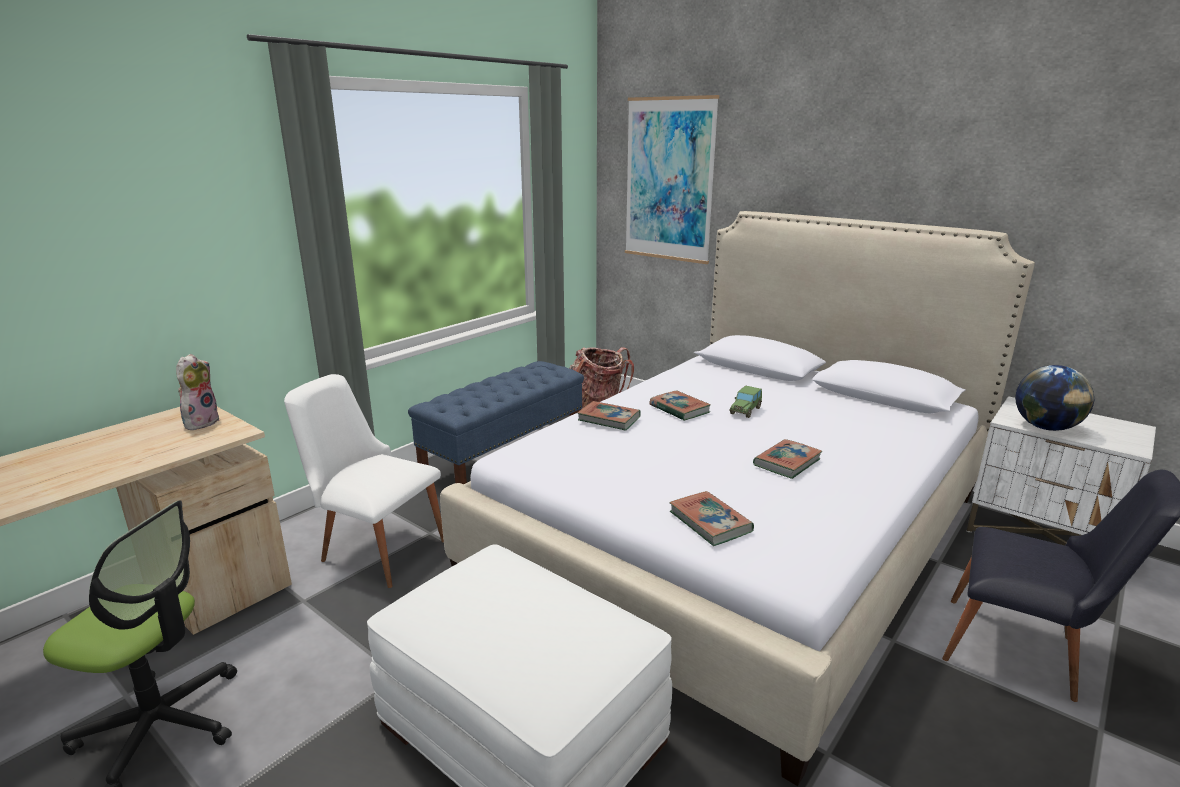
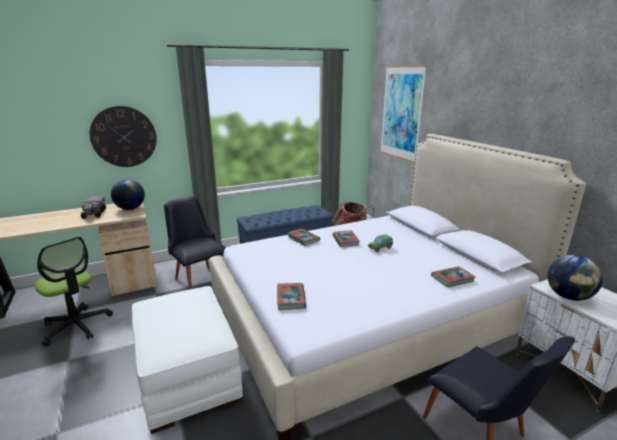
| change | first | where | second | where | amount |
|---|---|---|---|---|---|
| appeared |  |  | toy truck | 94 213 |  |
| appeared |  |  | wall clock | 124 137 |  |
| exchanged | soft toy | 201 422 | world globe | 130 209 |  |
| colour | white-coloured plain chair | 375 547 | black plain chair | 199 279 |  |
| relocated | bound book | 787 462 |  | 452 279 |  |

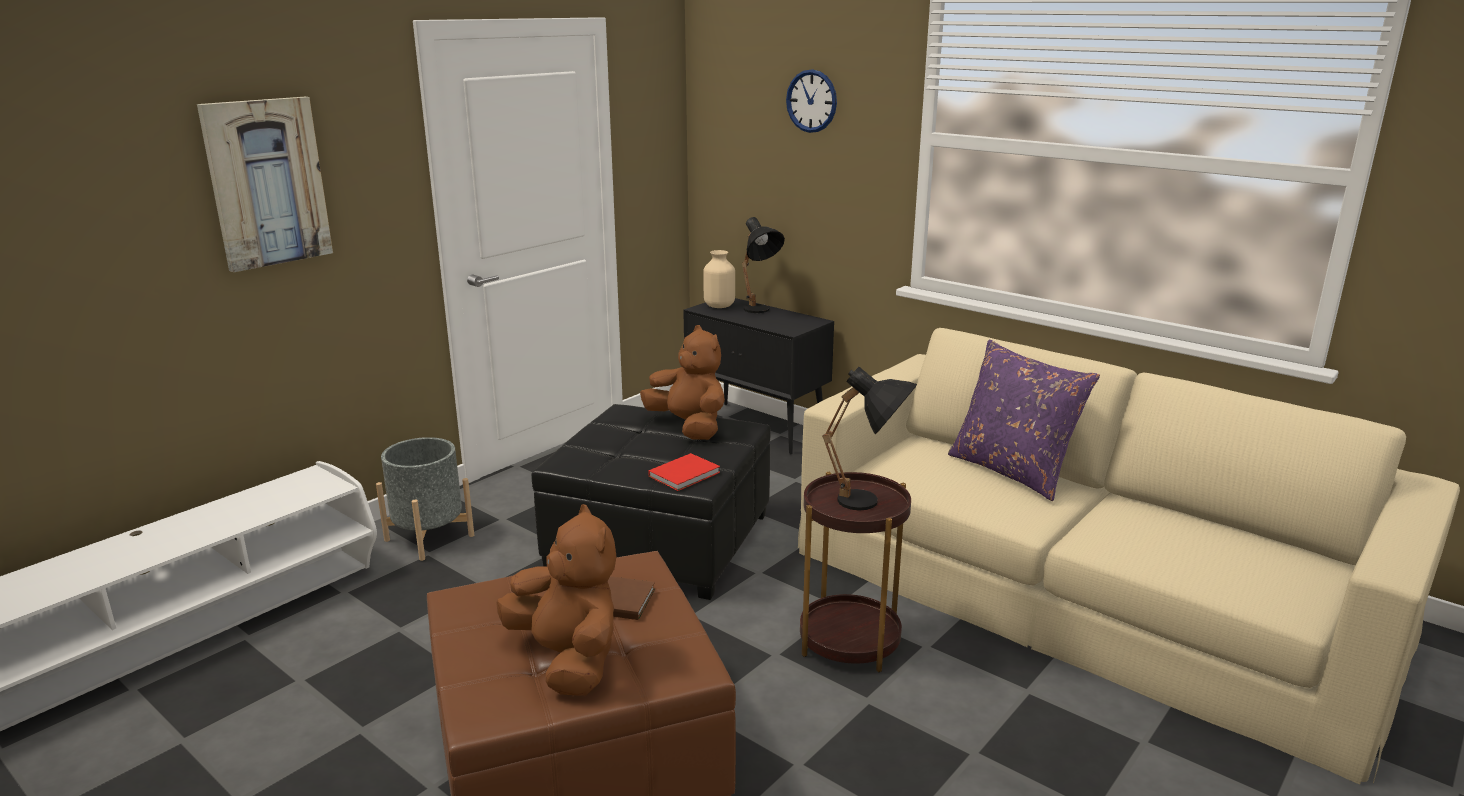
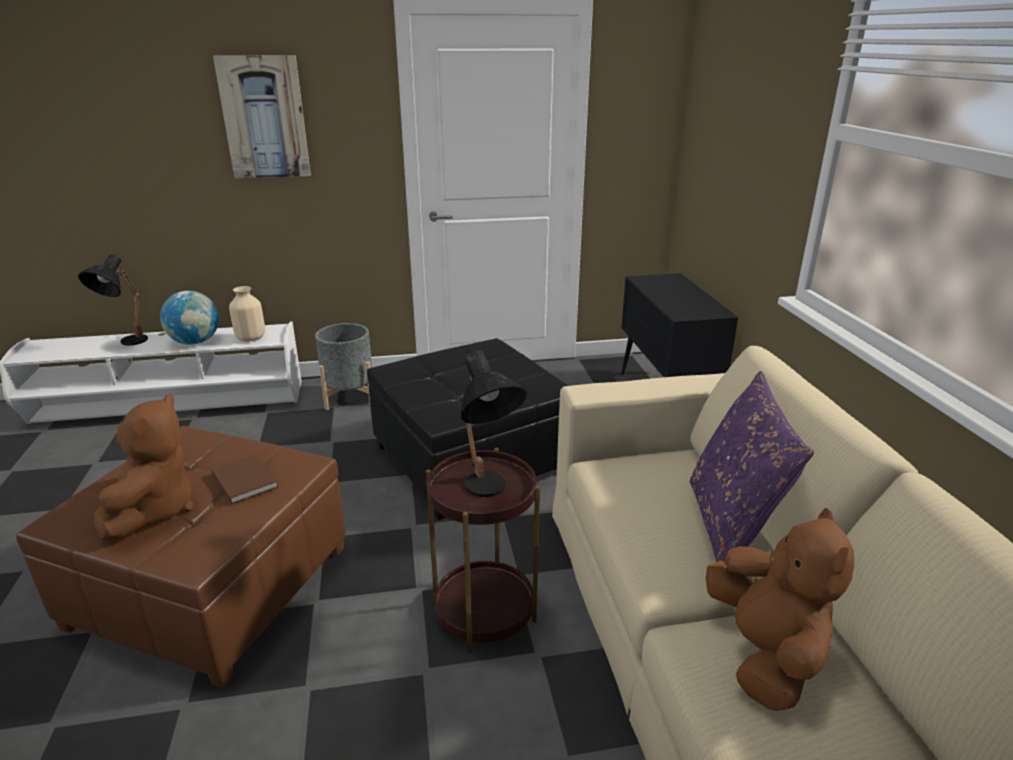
| change | first | where | second | where | amount |
|---|---|---|---|---|---|
| relocated | black table lamp | 759 312 |  | 126 344 |  |
| appeared |  |  | world globe | 195 342 |  |
| relocated | beige-coloured vase | 719 306 |  | 250 338 |  |
| relocated | brown soft toy | 689 427 |  | 764 653 |  |
| missing | red bound book | 686 474 |  |  |  |
| missing | wall clock | 811 101 |  |  |  |

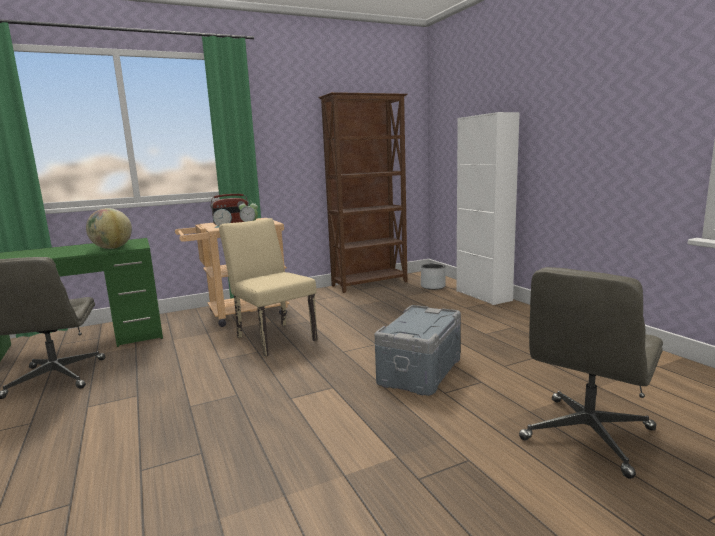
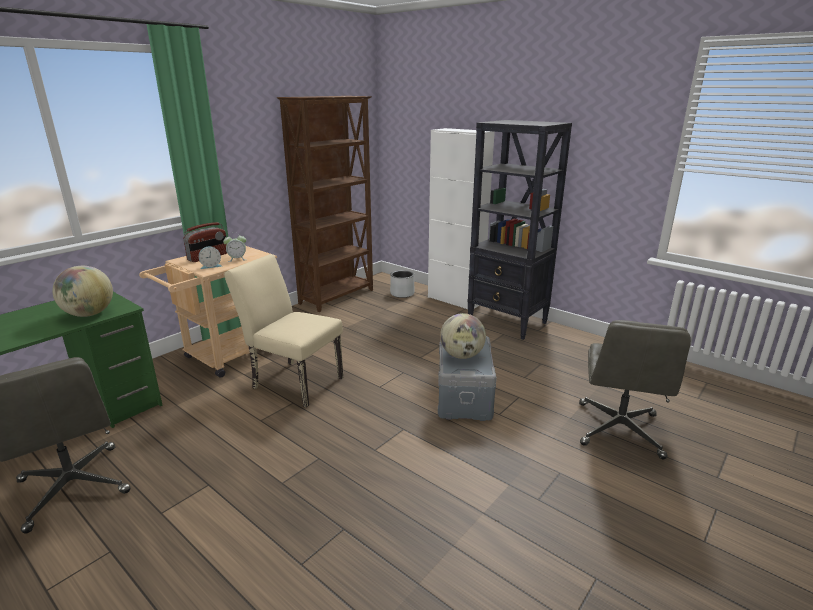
| change | first | where | second | where | amount |
|---|---|---|---|---|---|
| appeared |  |  | world globe | 461 356 |  |
| appeared |  |  | black bookshelf | 507 322 |  |

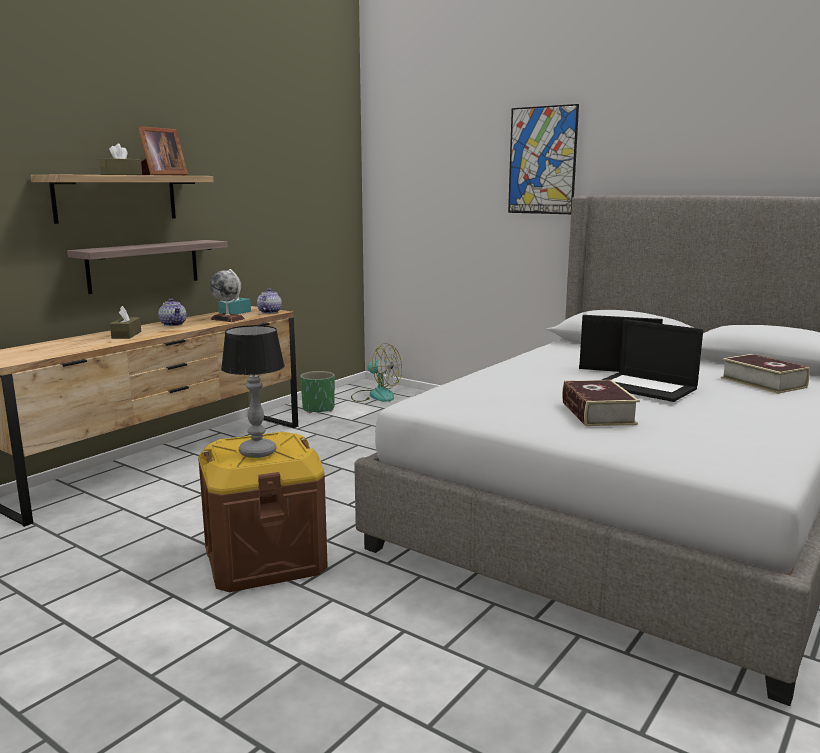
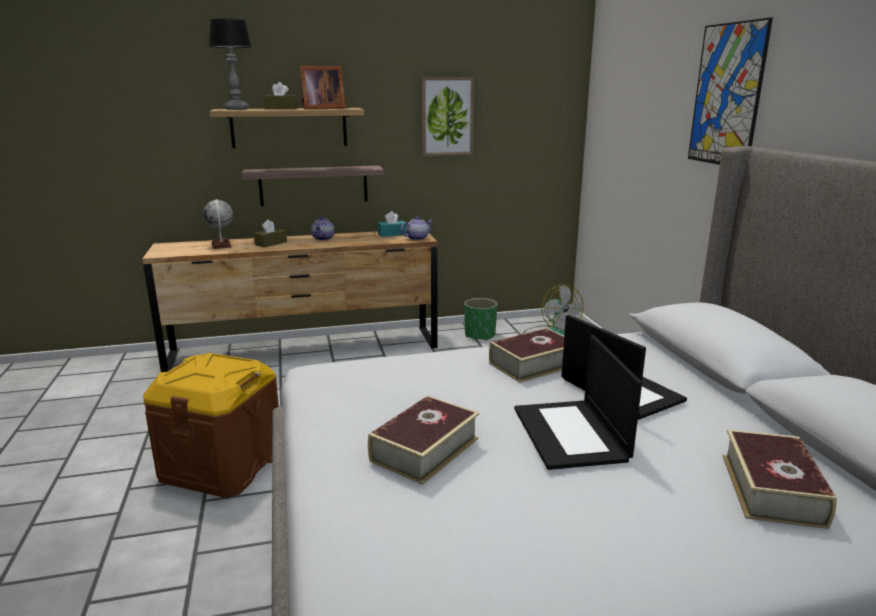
| change | first | where | second | where | amount |
|---|---|---|---|---|---|
| relocated | world globe | 228 319 |  | 221 245 |  |
| relocated | table lamp | 258 452 |  | 237 109 |  |
| appeared |  |  | wall picture | 447 116 |  |
| appeared |  |  | bound book | 533 364 |  |

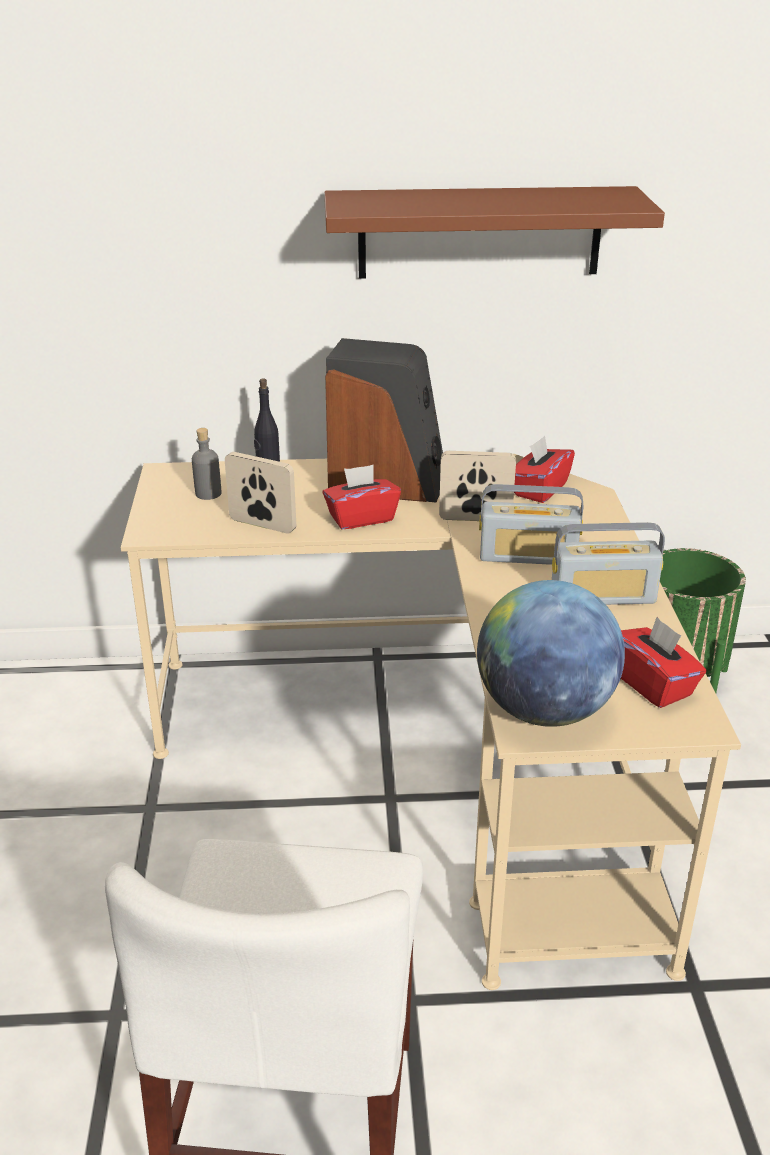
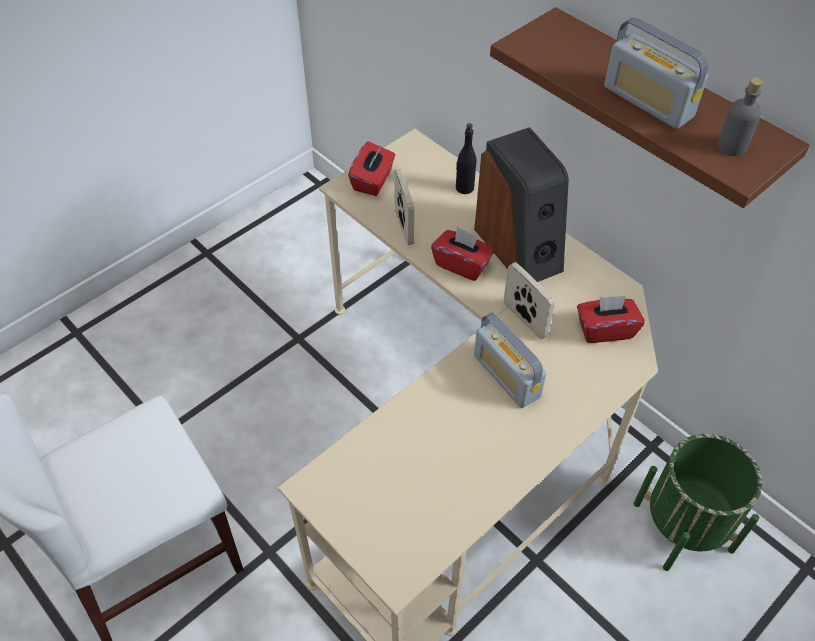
| change | first | where | second | where | amount |
|---|---|---|---|---|---|
| relocated | red tissue holder | 652 684 |  | 373 181 |  |
| relocated | radio receiver | 603 596 |  | 648 102 |  |
| relocated | gray drink bottle | 208 493 |  | 731 146 |  |
| missing | world globe | 544 710 |  |  |  |

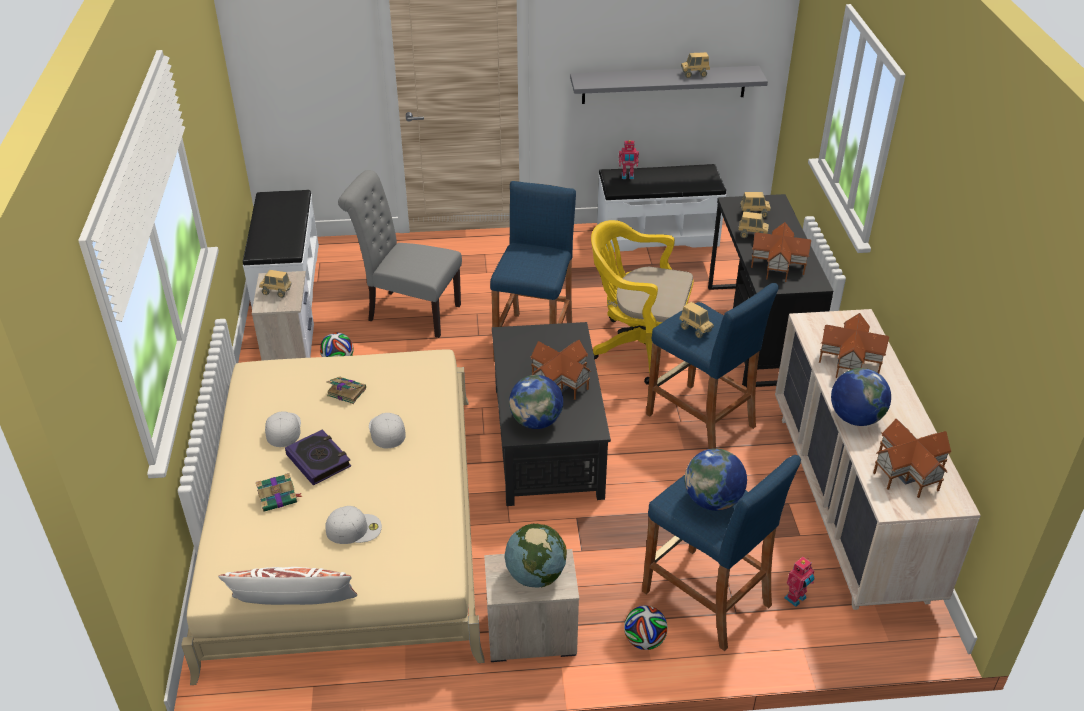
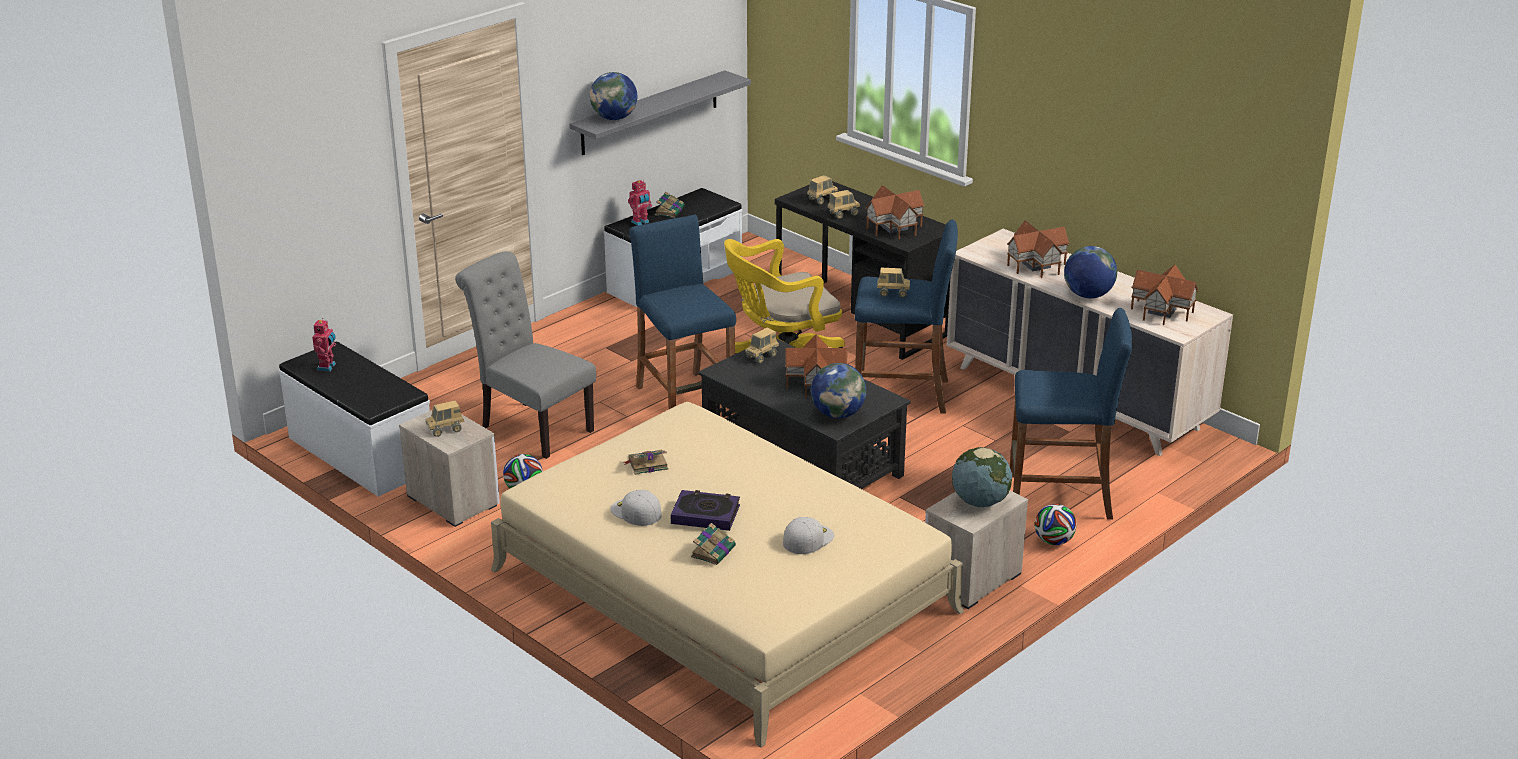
| change | first | where | second | where | amount |
|---|---|---|---|---|---|
| relocated | model robot | 796 598 |  | 327 367 |  |
| spun | gray plain chair | 408 312 |  | 531 427 | 60 degrees clockwise |
| relocated | world globe | 712 500 |  | 614 118 |  |
| appeared |  |  | bound book | 670 211 |  |
| relocated | toy truck | 694 74 |  | 762 357 |  |
| missing | white-coloured cushion | 294 604 |  |  |  |
| missing | white-coloured baseball cap | 386 430 |  |  |  |

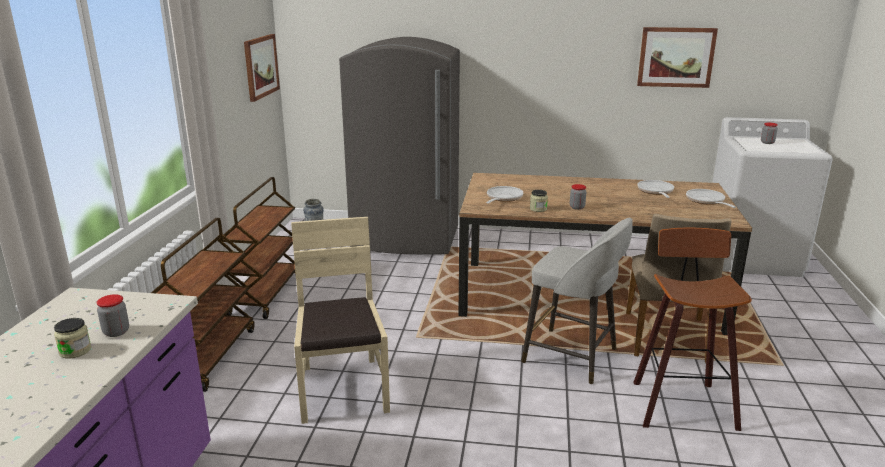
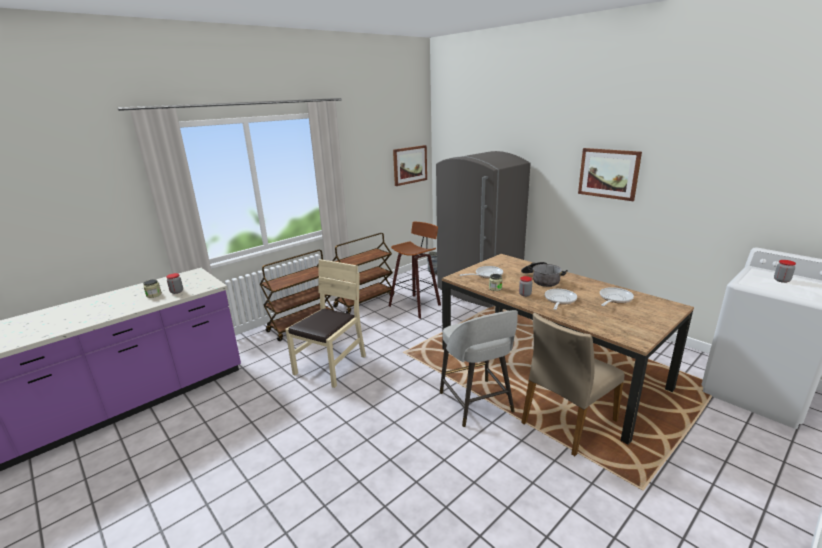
| change | first | where | second | where | amount |
|---|---|---|---|---|---|
| relocated | stool seat | 679 403 |  | 416 305 |  |
| appeared |  |  | cooking pot | 541 280 |  |
| relocated | pan | 706 201 |  | 559 300 |  |
| relocated | wall picture | 676 57 |  | 608 173 |  |

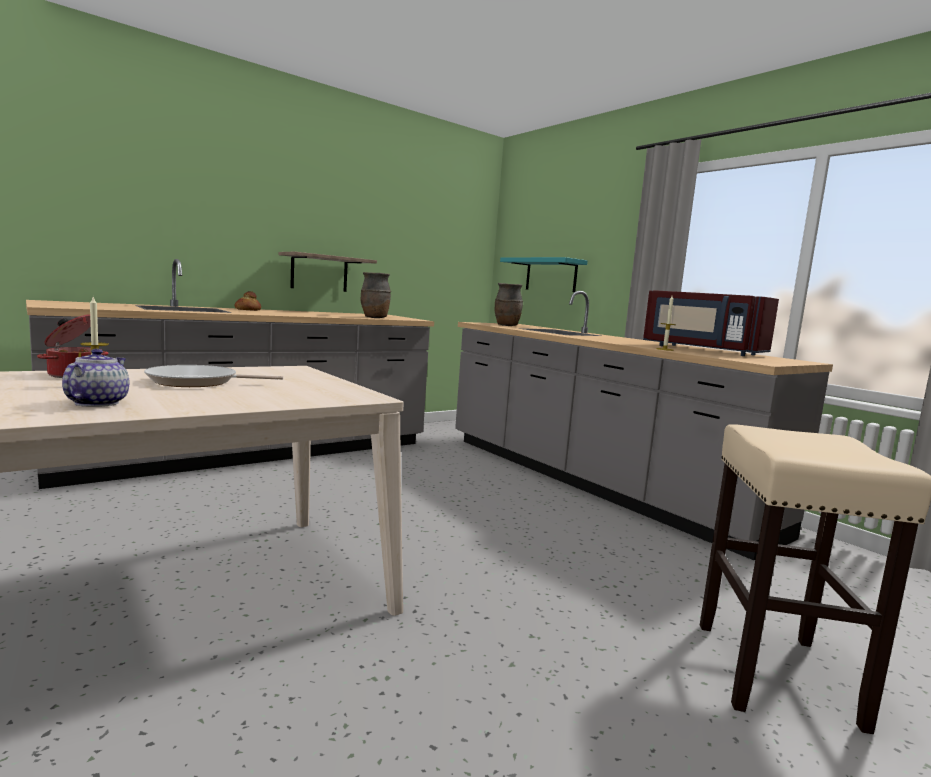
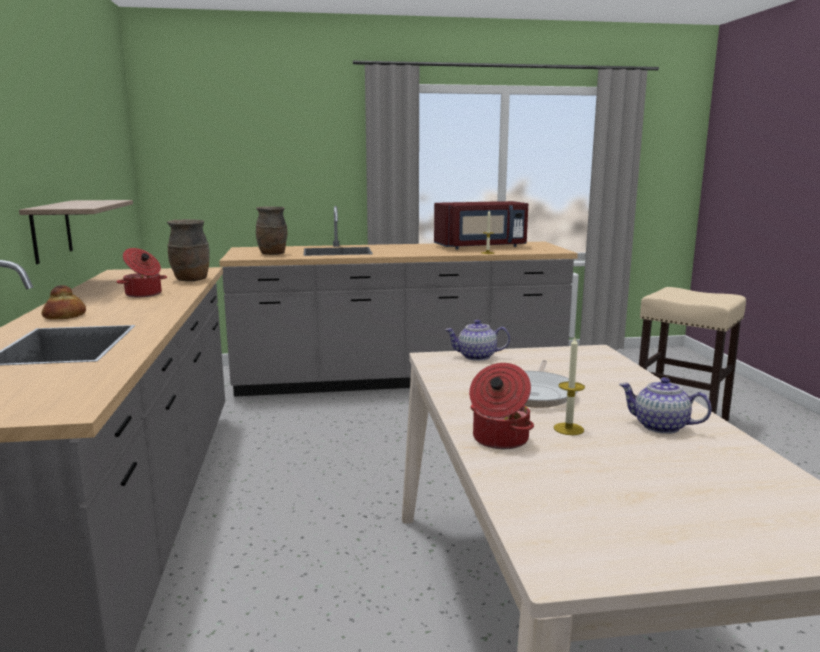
| change | first | where | second | where | amount |
|---|---|---|---|---|---|
| appeared |  |  | cooking pot | 144 294 |  |
| appeared |  |  | tea pot | 476 356 |  |
| missing | turquoise bracket shelf | 551 275 |  |  |  |

